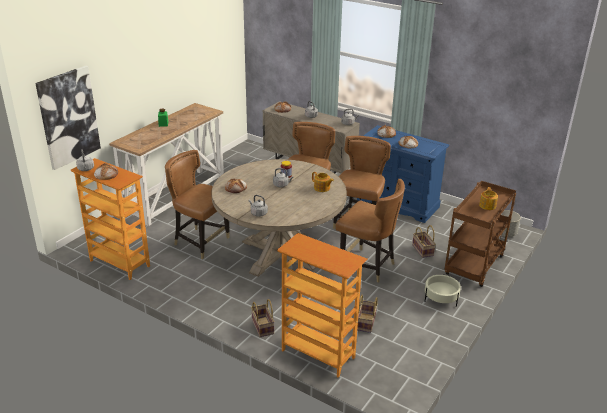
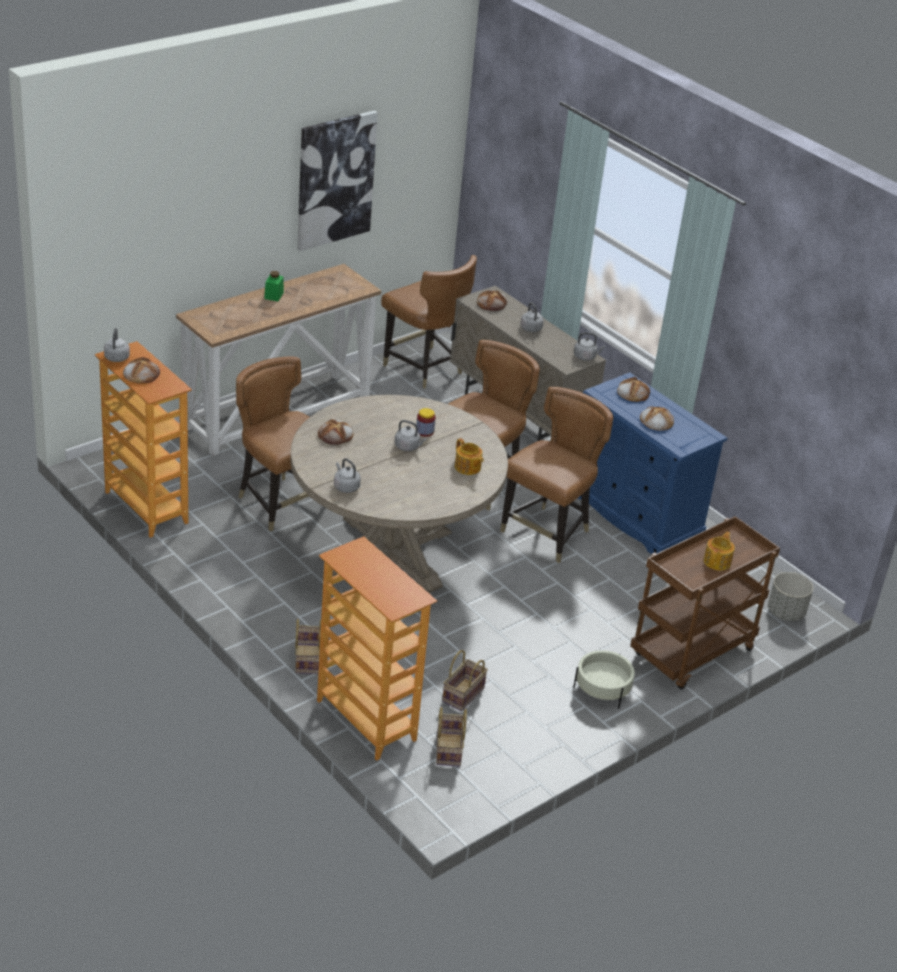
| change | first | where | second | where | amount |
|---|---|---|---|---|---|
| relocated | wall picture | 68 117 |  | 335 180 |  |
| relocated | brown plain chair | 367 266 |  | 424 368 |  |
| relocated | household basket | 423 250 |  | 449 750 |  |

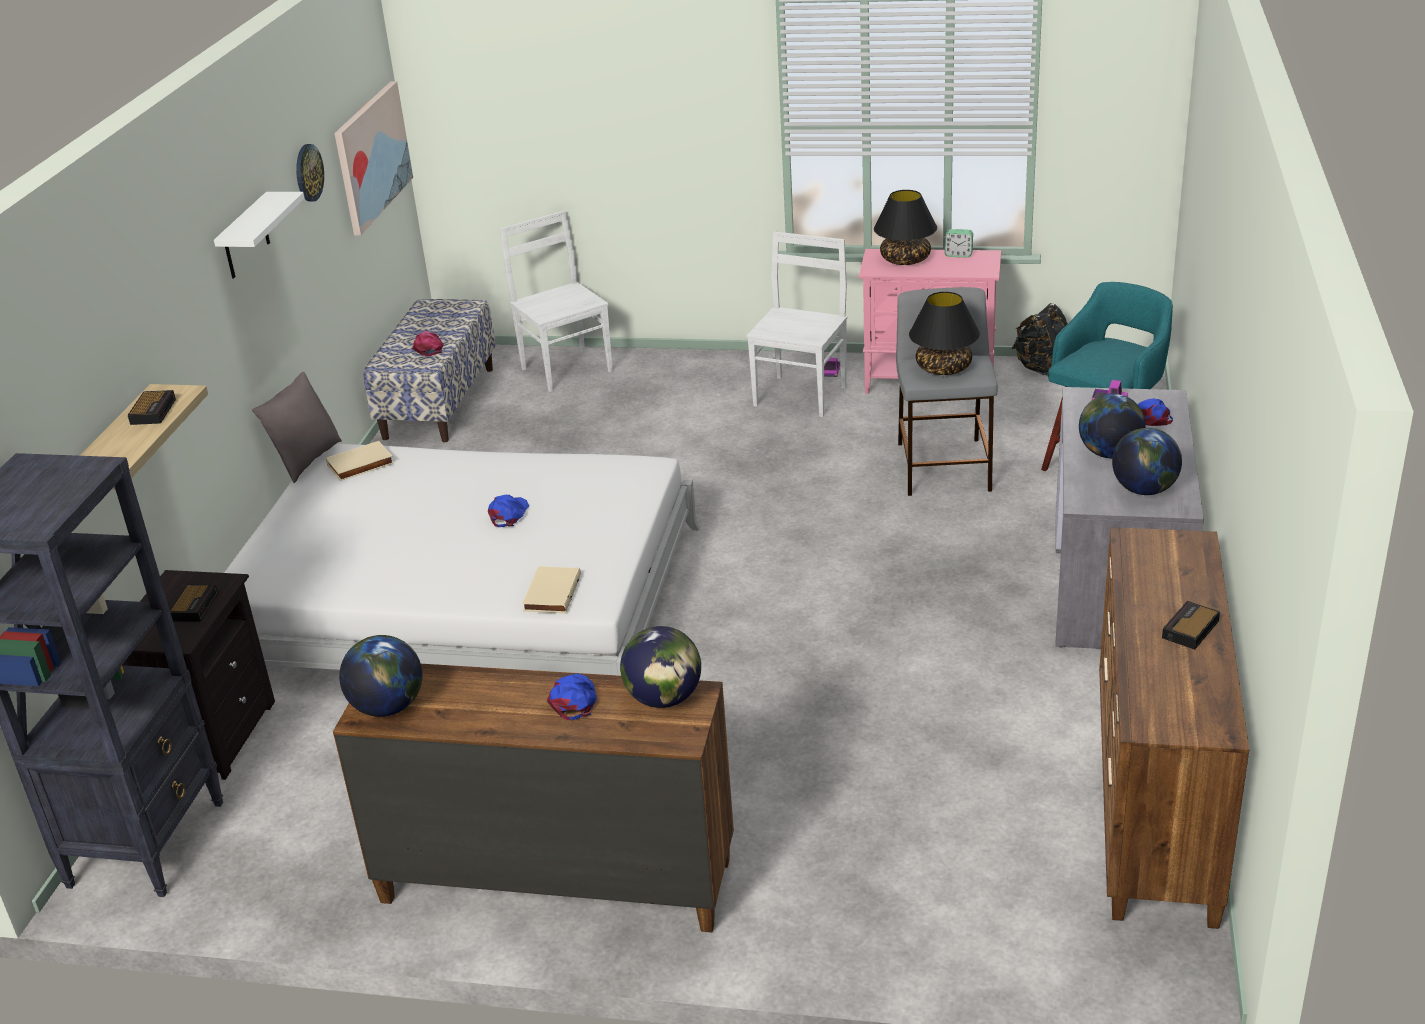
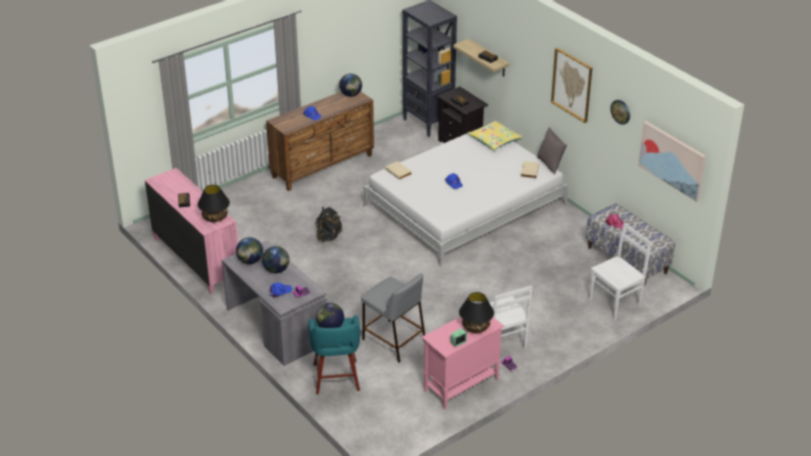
| change | first | where | second | where | amount |
|---|---|---|---|---|---|
| colour | brown dresser | 1153 804 | pinkish dresser | 196 259 |  |
| relocated | black table lamp | 944 368 |  | 214 217 |  |
| relocated | black knapsack | 1042 368 |  | 328 236 |  |
| relocated | world globe | 664 699 |  | 330 327 |  |
| appeared |  |  | yellowish cushion | 494 140 |  |
| exchanged | white-coloured bracket shelf | 245 237 | wall picture | 572 84 |  |
| spun | white-coloured plain chair | 565 369 |  | 615 303 | 45 degrees counterclockwise |

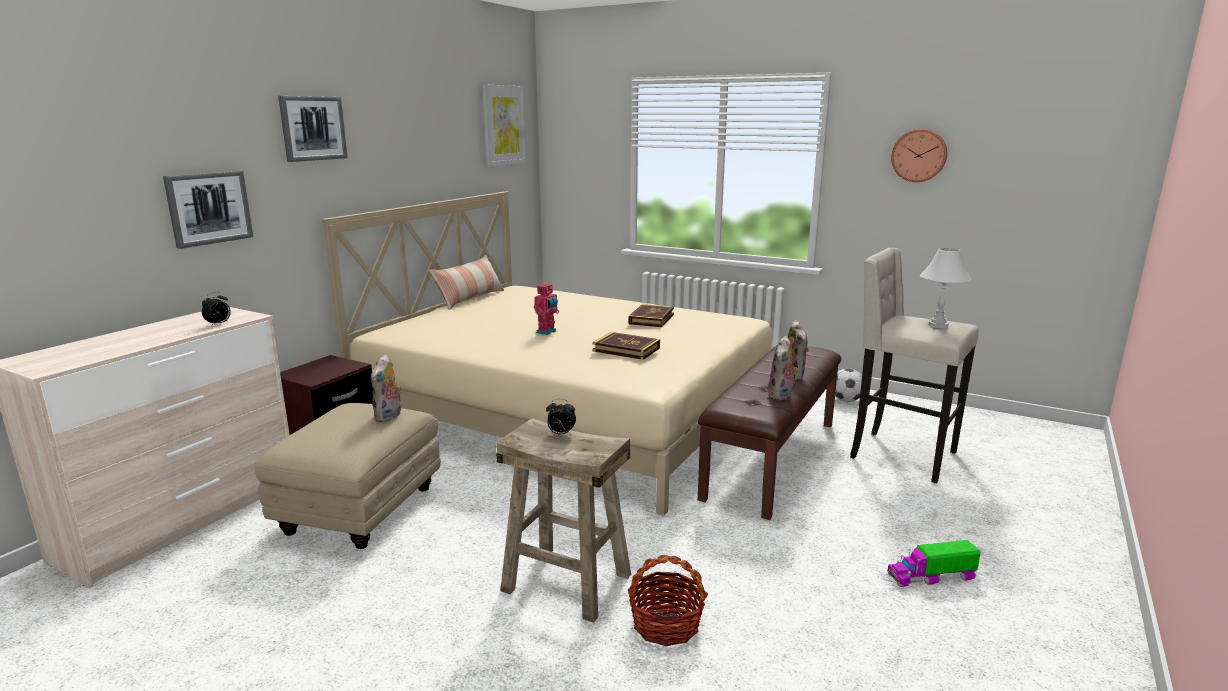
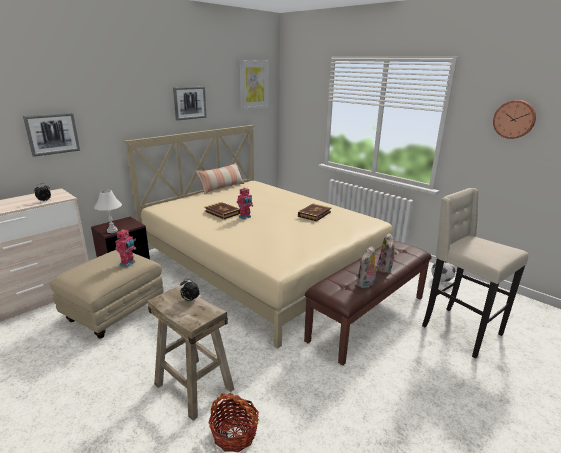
| change | first | where | second | where | amount |
|---|---|---|---|---|---|
| relocated | white-coloured table lamp | 938 325 |  | 112 231 |  |
| exchanged | soft toy | 389 417 | model robot | 128 263 |  |
| relocated | wall picture | 313 128 |  | 189 103 |  |
| relocated | bound book | 626 349 |  | 222 212 |  |
| missing | toy truck | 931 576 |  |  |  |

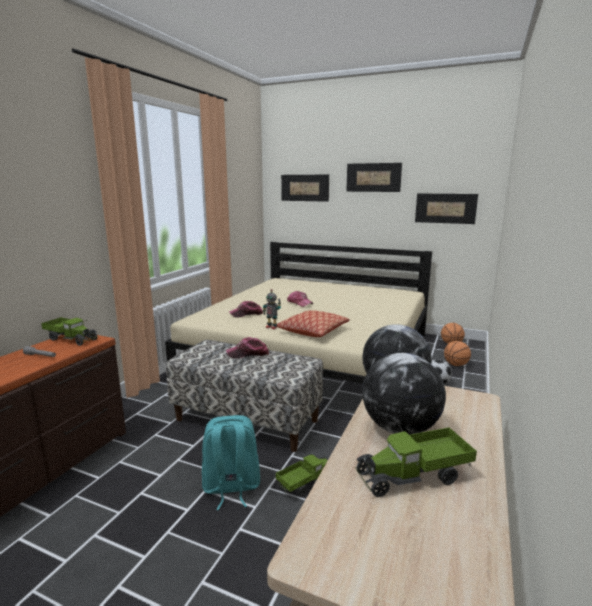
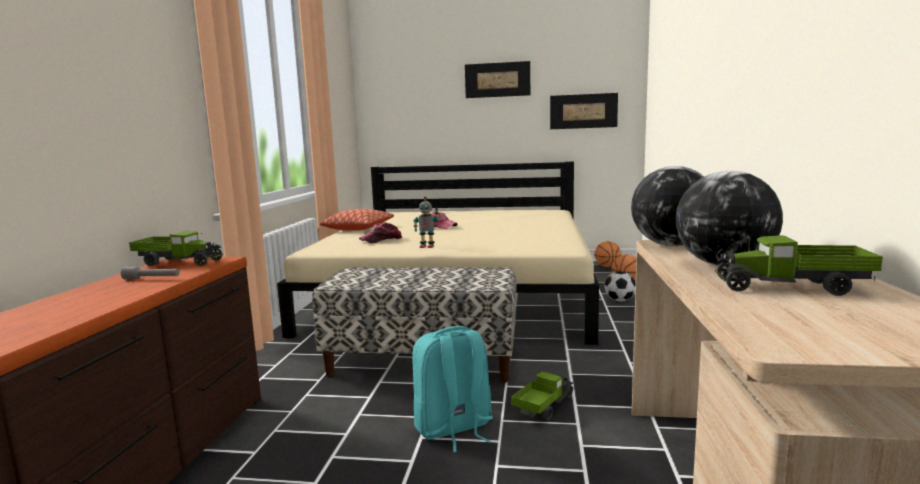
| change | first | where | second | where | amount |
|---|---|---|---|---|---|
| relocated | cushion | 313 331 |  | 358 228 |  |
| spun | toy truck | 414 476 |  | 791 287 | 45 degrees clockwise |
| missing | baseball cap | 248 354 |  |  |  |
| missing | wall picture | 304 188 |  |  |  |

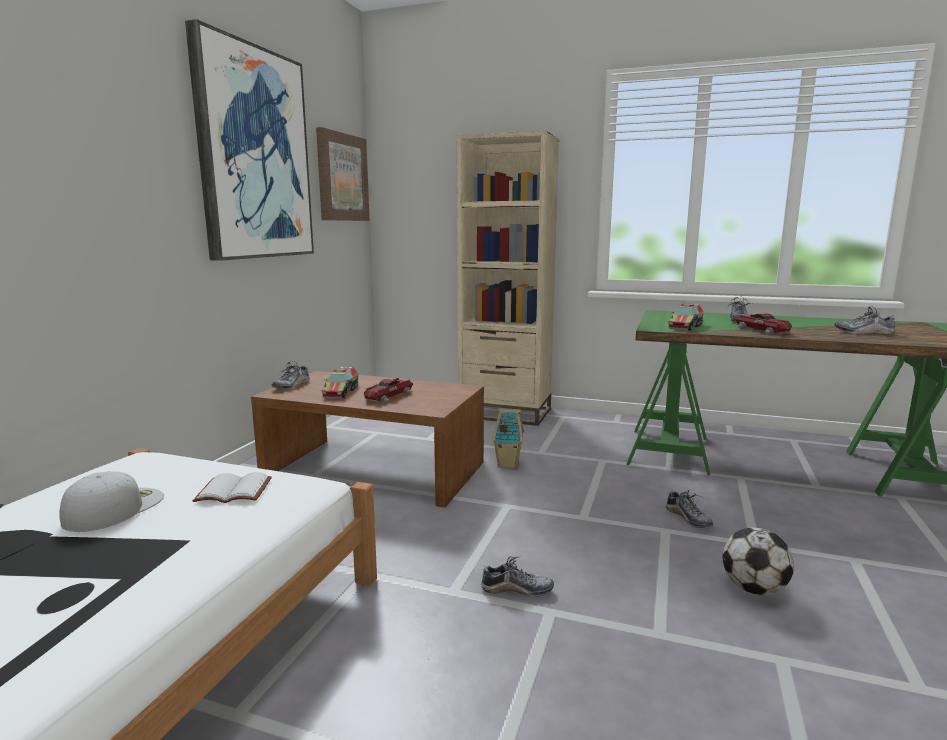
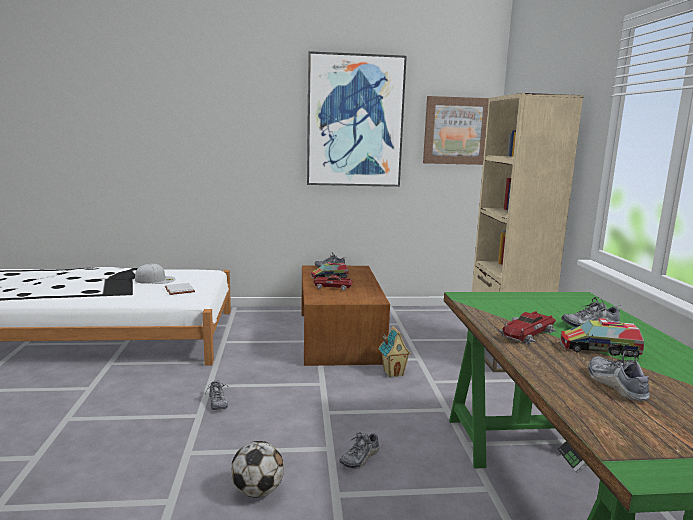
| change | first | where | second | where | amount |
|---|---|---|---|---|---|
| relocated | toy truck | 685 327 |  | 599 349 |  |

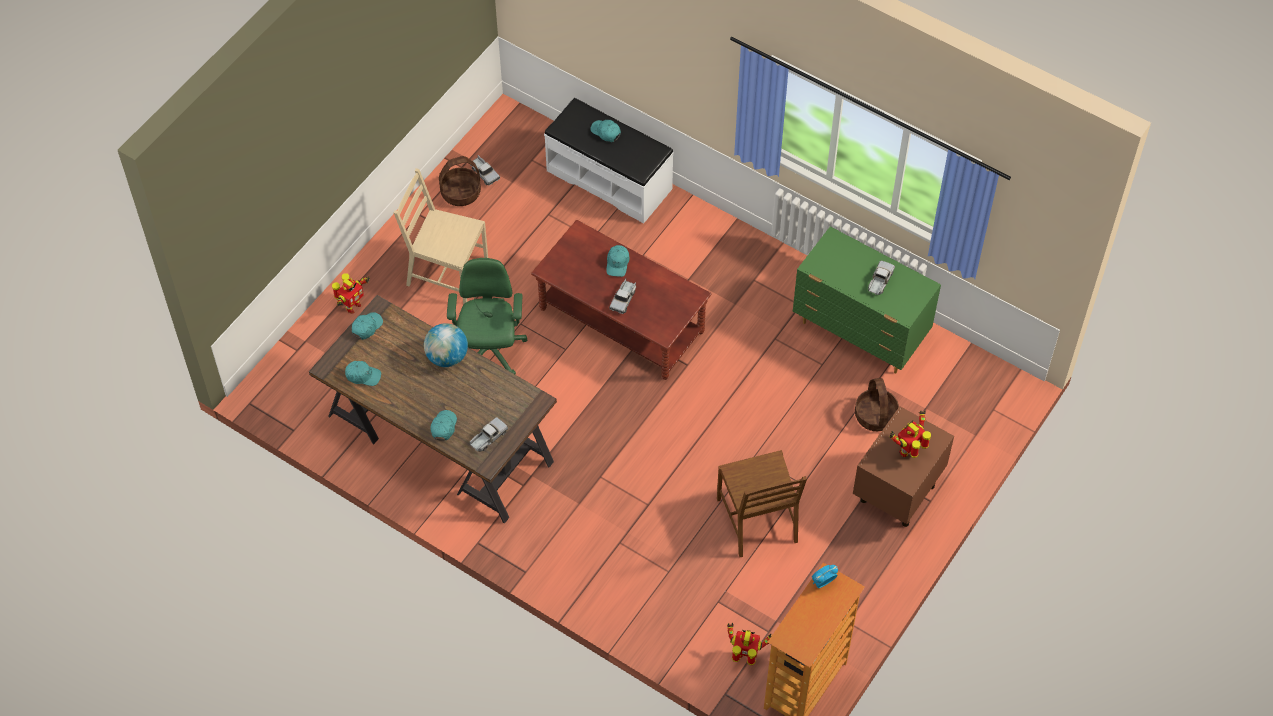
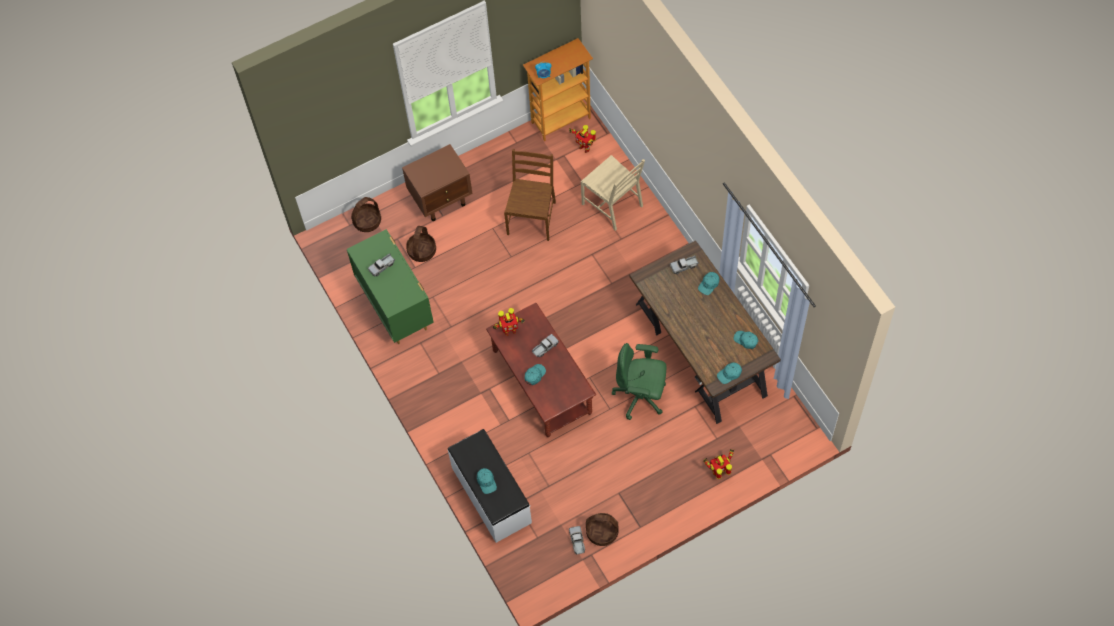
| change | first | where | second | where | amount |
|---|---|---|---|---|---|
| appeared |  |  | household basket | 367 221 |  |
| relocated | model robot | 909 451 |  | 509 331 |  |
| relocated | beige-coloured plain chair | 446 272 |  | 613 205 |  |
| spun | green desk chair | 489 352 |  | 640 396 | 75 degrees clockwise |
| missing | world globe | 447 357 |  |  |  |

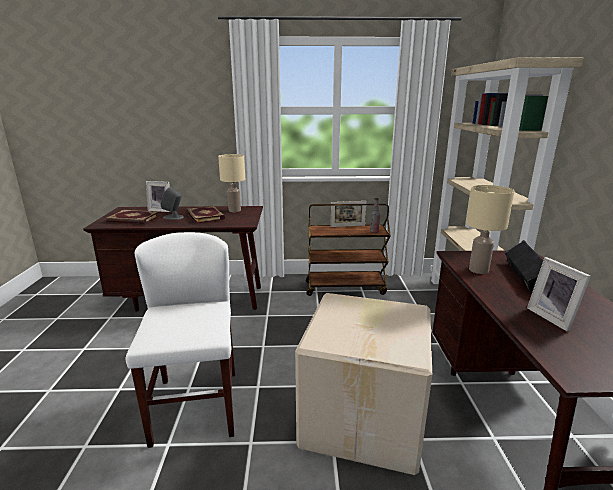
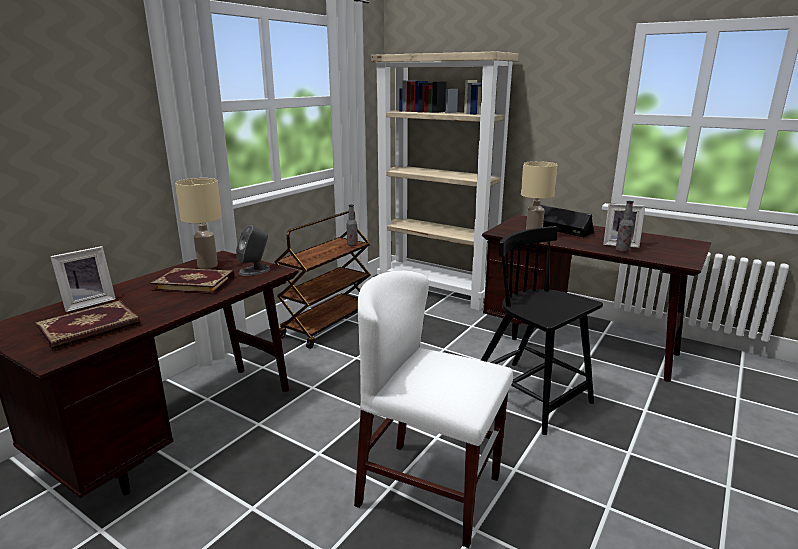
| change | first | where | second | where | amount |
|---|---|---|---|---|---|
| relocated | gray loudspeaker | 173 217 |  | 255 270 |  |
| exchanged | carton | 365 417 | black plain chair | 530 397 |  |
| appeared |  |  | drink bottle | 622 251 |  |
| missing | standing frame | 347 226 |  |  |  |

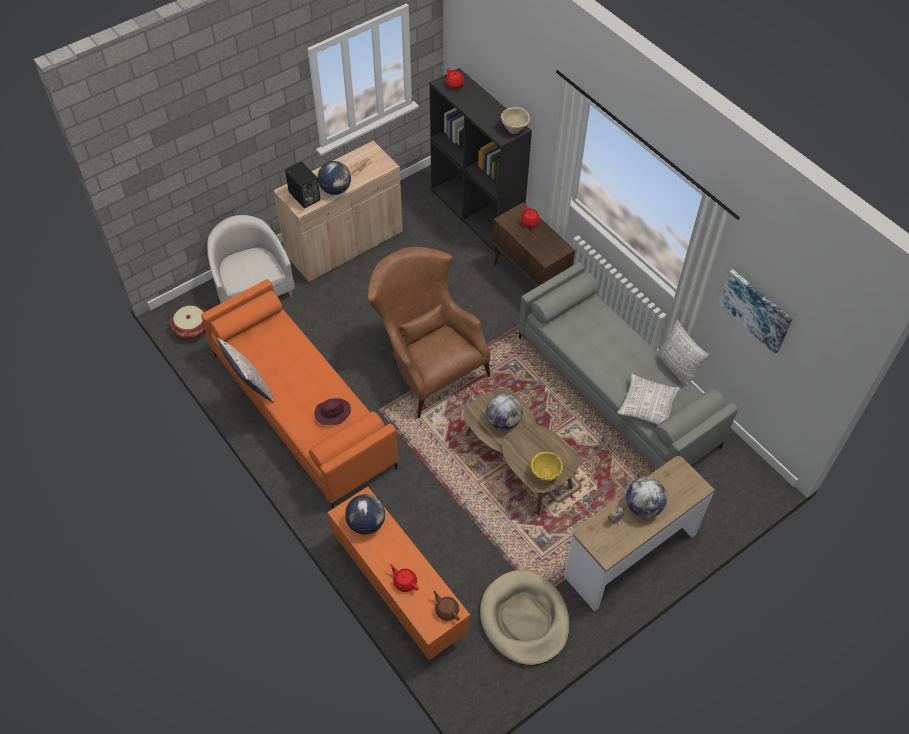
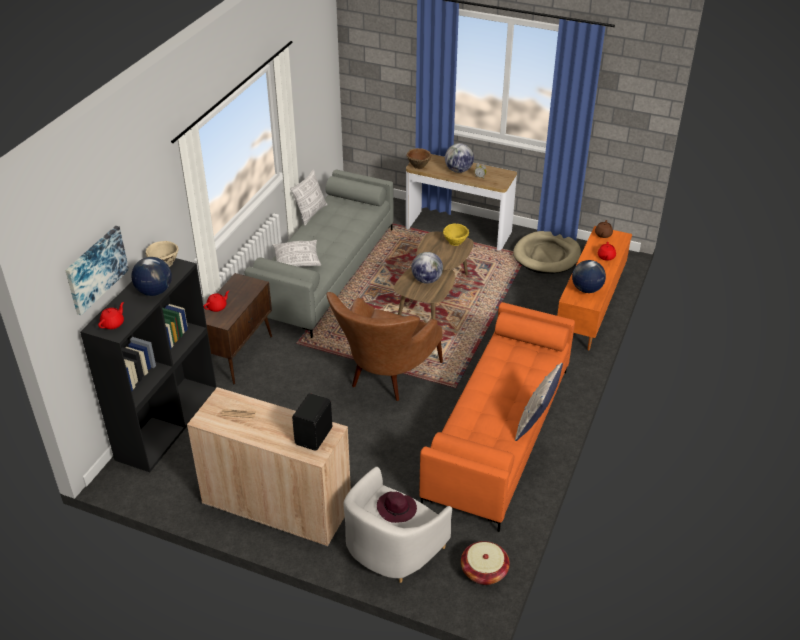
| change | first | where | second | where | amount |
|---|---|---|---|---|---|
| relocated | wall picture | 756 310 |  | 95 269 |  |
| relocated | world globe | 335 190 |  | 154 291 |  |
| relocated | cushion | 647 406 |  | 296 261 |  |
| relocated | purplish clothing hat | 332 413 |  | 397 509 |  |
| appeared |  |  | brown deep dish | 418 165 |  |

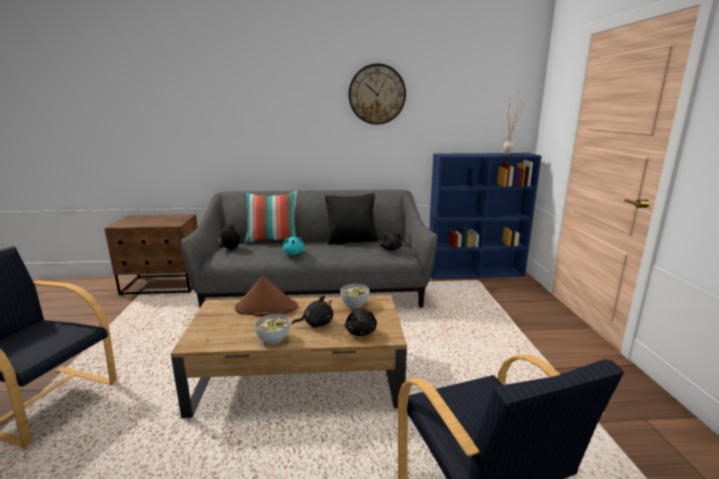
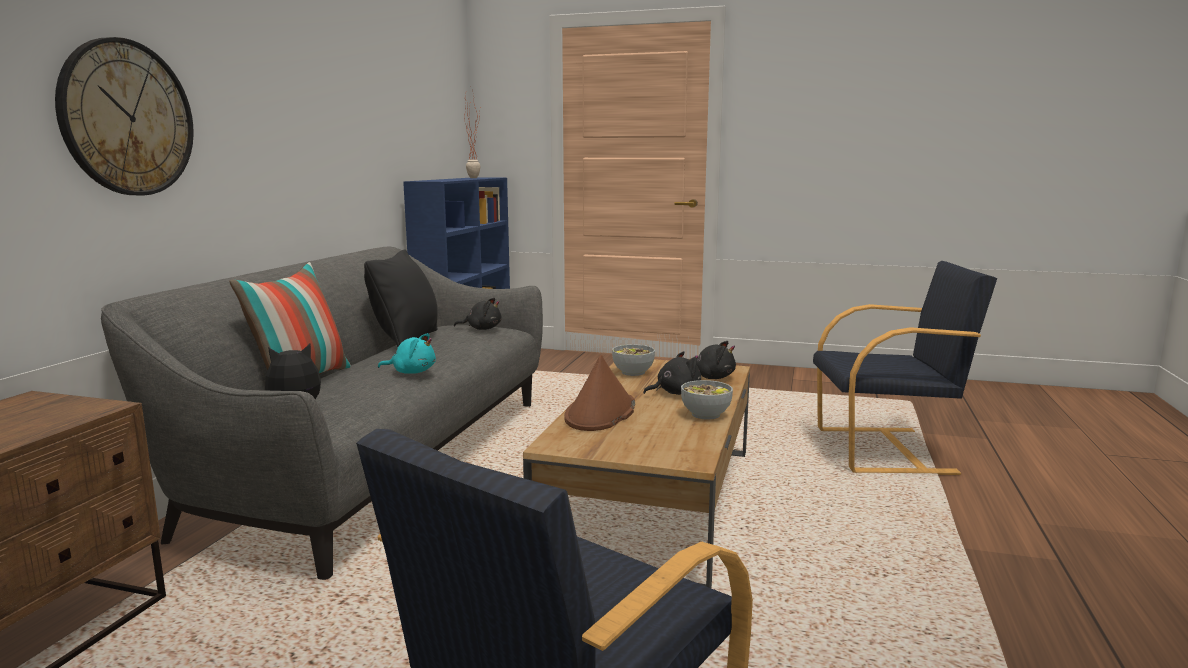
| change | first | where | second | where | amount |
|---|---|---|---|---|---|
| relocated | wall clock | 377 94 |  | 127 118 |  |
| spun | black soft toy | 316 323 |  | 675 393 | 60 degrees clockwise |

